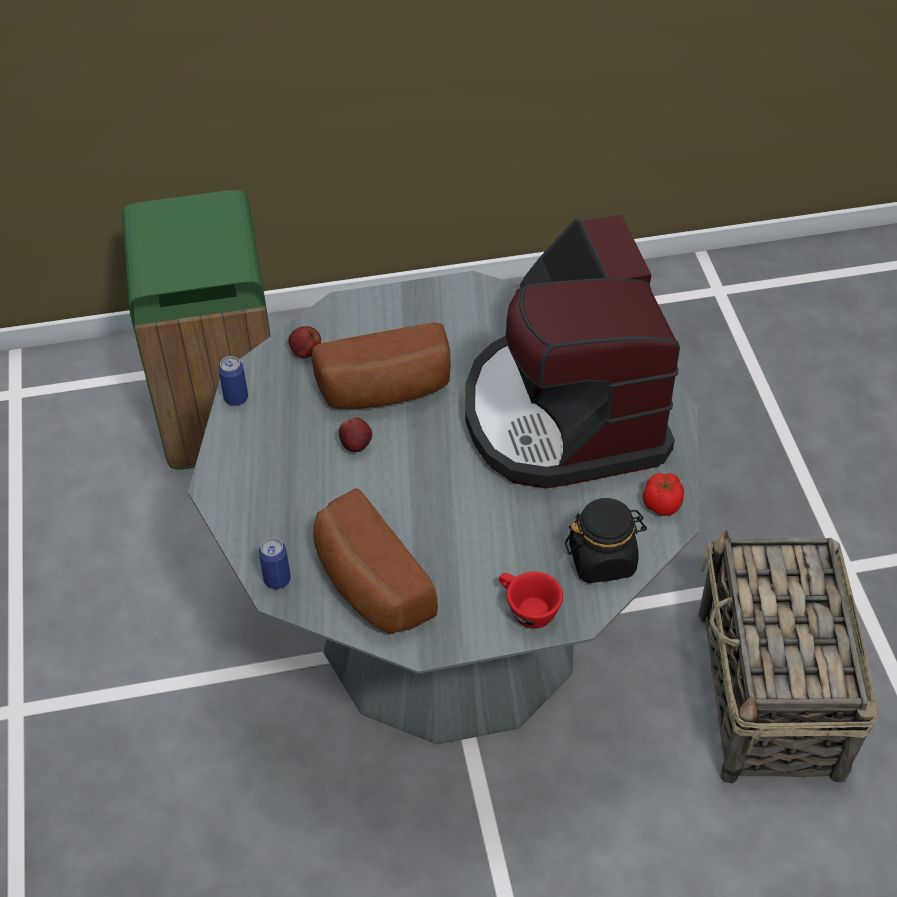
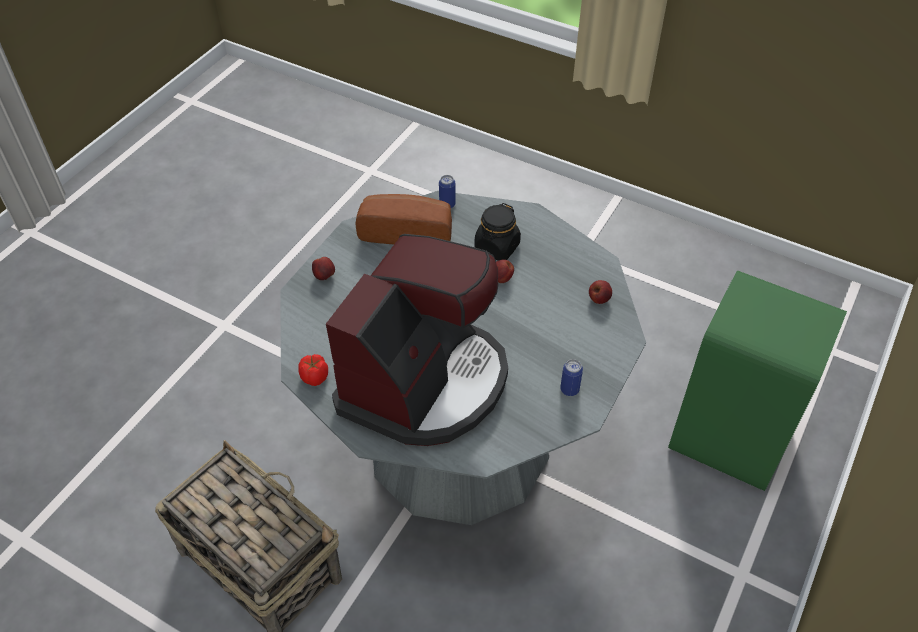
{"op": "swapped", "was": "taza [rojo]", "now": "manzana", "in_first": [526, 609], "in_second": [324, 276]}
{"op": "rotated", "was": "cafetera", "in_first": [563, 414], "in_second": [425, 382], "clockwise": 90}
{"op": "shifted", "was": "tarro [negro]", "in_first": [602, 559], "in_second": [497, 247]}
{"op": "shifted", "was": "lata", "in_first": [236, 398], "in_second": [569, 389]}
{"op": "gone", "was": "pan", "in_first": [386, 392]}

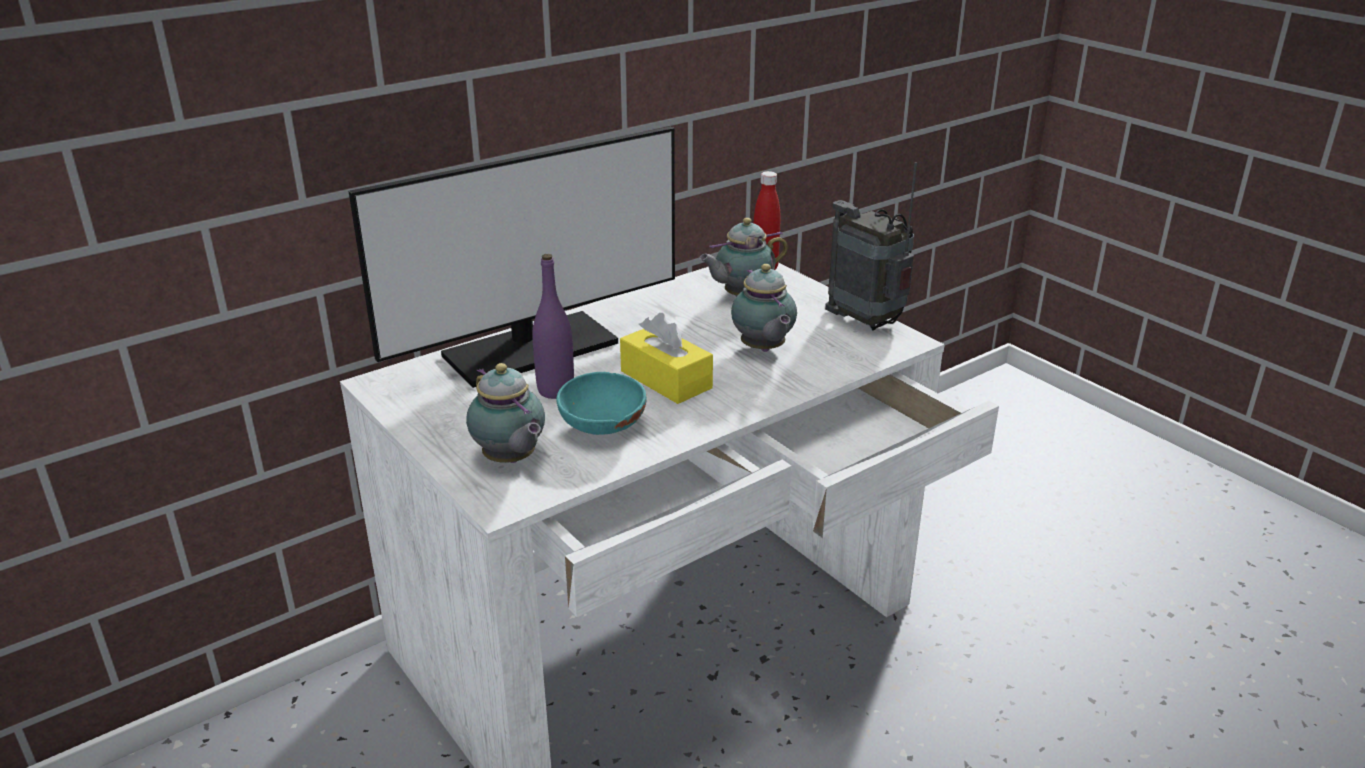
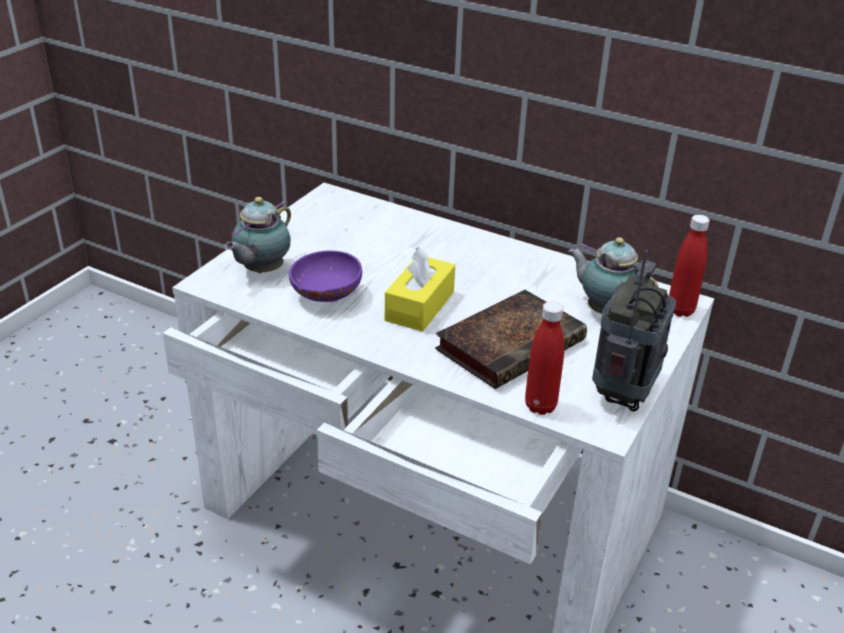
{"op": "repainted", "was": "cuenco [turquesa]", "now": "cuenco [morado]", "in_first": [601, 429], "in_second": [325, 296]}
{"op": "swapped", "was": "tetera", "now": "libro", "in_first": [763, 349], "in_second": [512, 343]}
{"op": "new", "now": "botella [rojo]", "in_second": [540, 406]}
{"op": "gone", "was": "monitor", "in_first": [530, 350]}
{"op": "gone", "was": "botella [morado]", "in_first": [555, 390]}

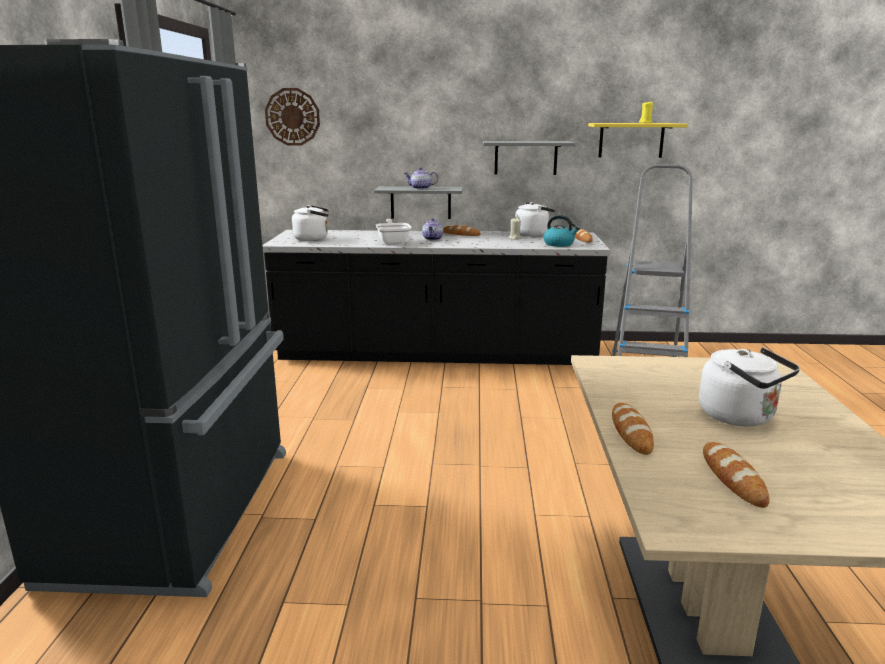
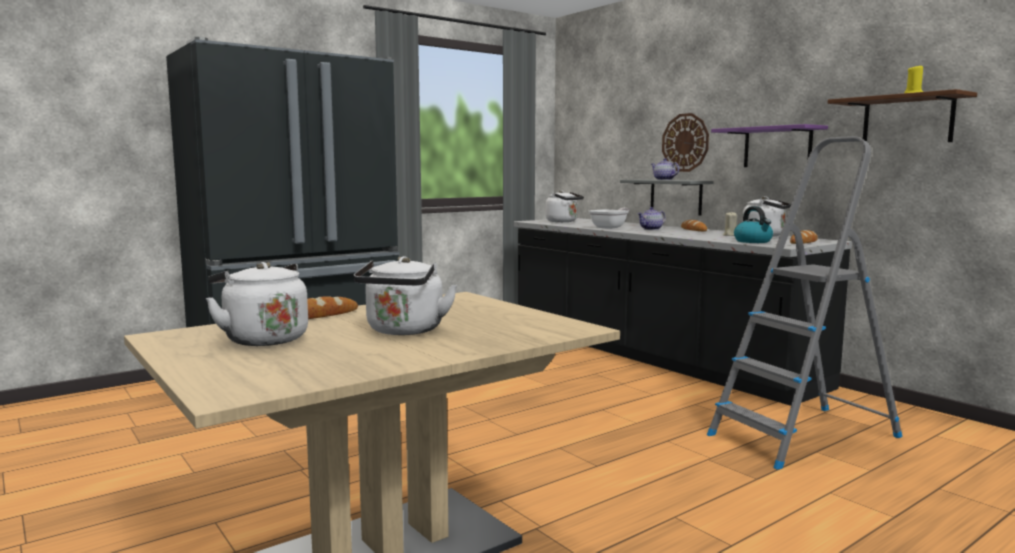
{"op": "swapped", "was": "pan", "now": "hervidor [blanco]", "in_first": [733, 478], "in_second": [263, 339]}
{"op": "shifted", "was": "reloj de pared", "in_first": [292, 117], "in_second": [685, 142]}
{"op": "repainted", "was": "estante [gris]", "now": "estante [morado]", "in_first": [525, 157], "in_second": [777, 147]}
{"op": "repainted", "was": "estante [amarillo]", "now": "estante [marrón]", "in_first": [631, 140], "in_second": [907, 120]}

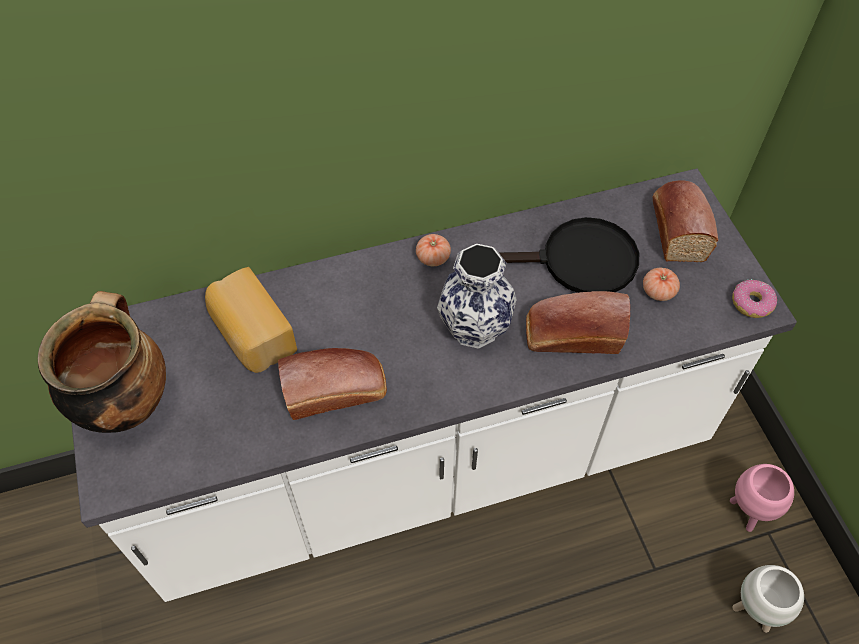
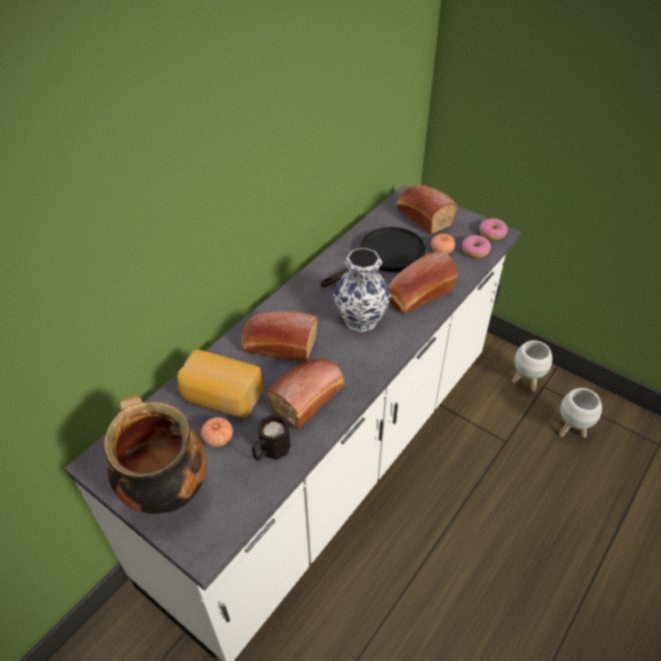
{"op": "shifted", "was": "tomate", "in_first": [433, 258], "in_second": [218, 438]}
{"op": "new", "now": "pan", "in_second": [278, 346]}
{"op": "new", "now": "taza grande [negro]", "in_second": [270, 451]}
{"op": "new", "now": "rosquilla", "in_second": [475, 250]}
{"op": "repainted", "was": "maceta [rosa]", "now": "maceta [blanco]", "in_first": [748, 512], "in_second": [525, 382]}

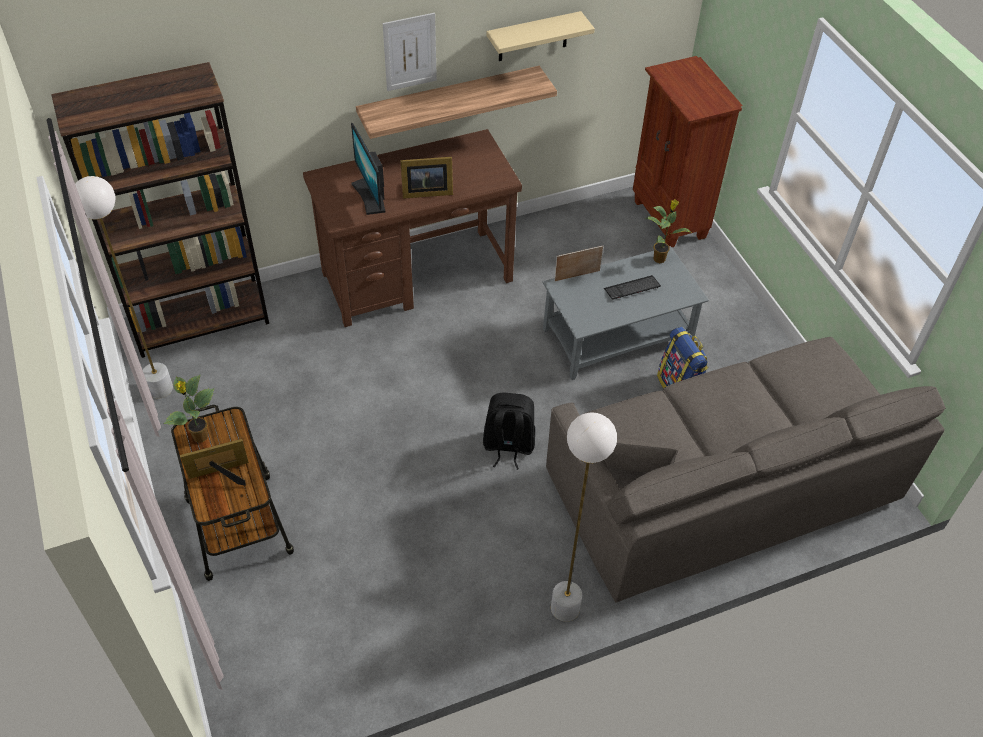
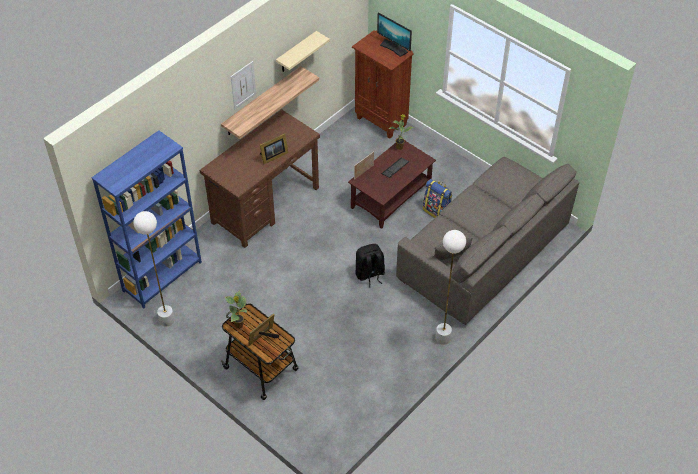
{"op": "repainted", "was": "estantería [marrón]", "now": "estantería [azul]", "in_first": [201, 322], "in_second": [162, 276]}
{"op": "repainted", "was": "mesa de centro [gris]", "now": "mesa de centro [marrón]", "in_first": [616, 337], "in_second": [391, 197]}
{"op": "shifted", "was": "monitor", "in_first": [370, 196], "in_second": [394, 48]}

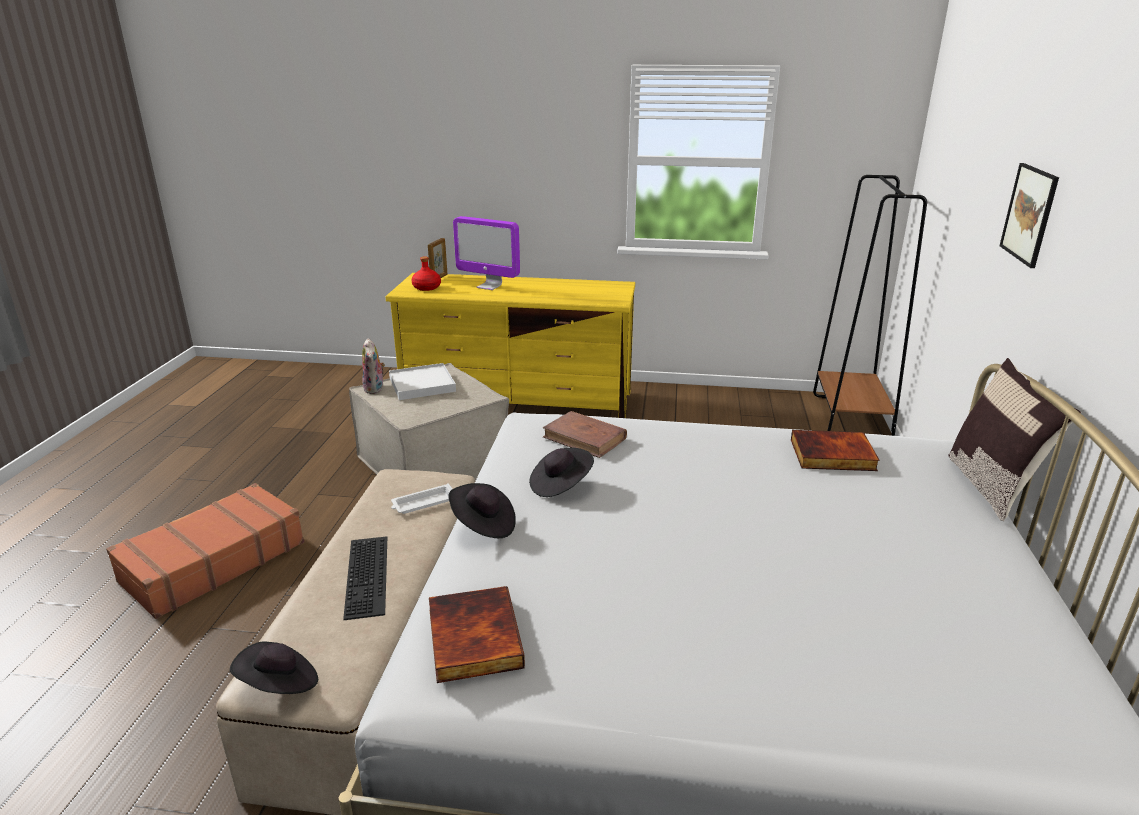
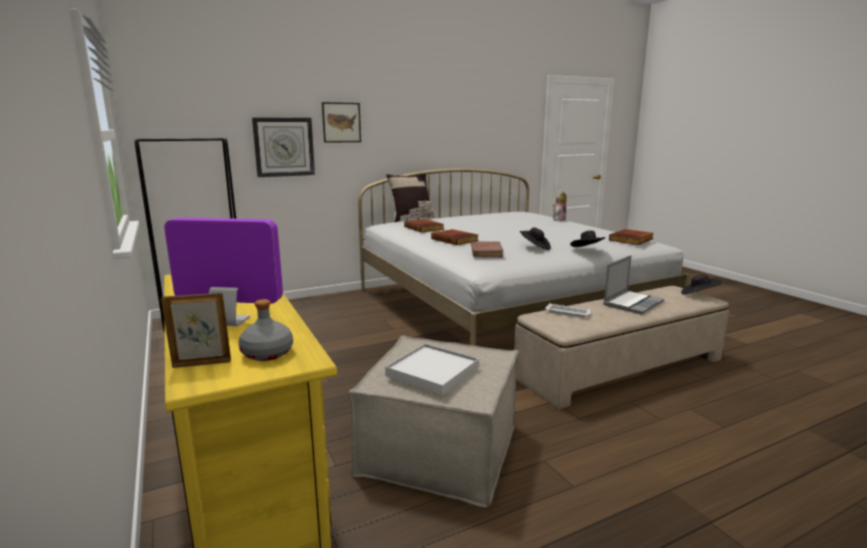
{"op": "rotated", "was": "monitor", "in_first": [489, 286], "in_second": [230, 322], "clockwise": -75}
{"op": "repainted", "was": "botella [rojo]", "now": "botella [gris]", "in_first": [426, 287], "in_second": [266, 353]}
{"op": "new", "now": "reloj de pared", "in_second": [284, 147]}
{"op": "new", "now": "libro", "in_second": [455, 239]}
{"op": "shifted", "was": "peluche", "in_first": [375, 389], "in_second": [558, 220]}
{"op": "swapped", "was": "teclado", "now": "portátil", "in_first": [369, 576], "in_second": [632, 303]}
{"op": "gone", "was": "maleta [marrón]", "in_first": [213, 562]}

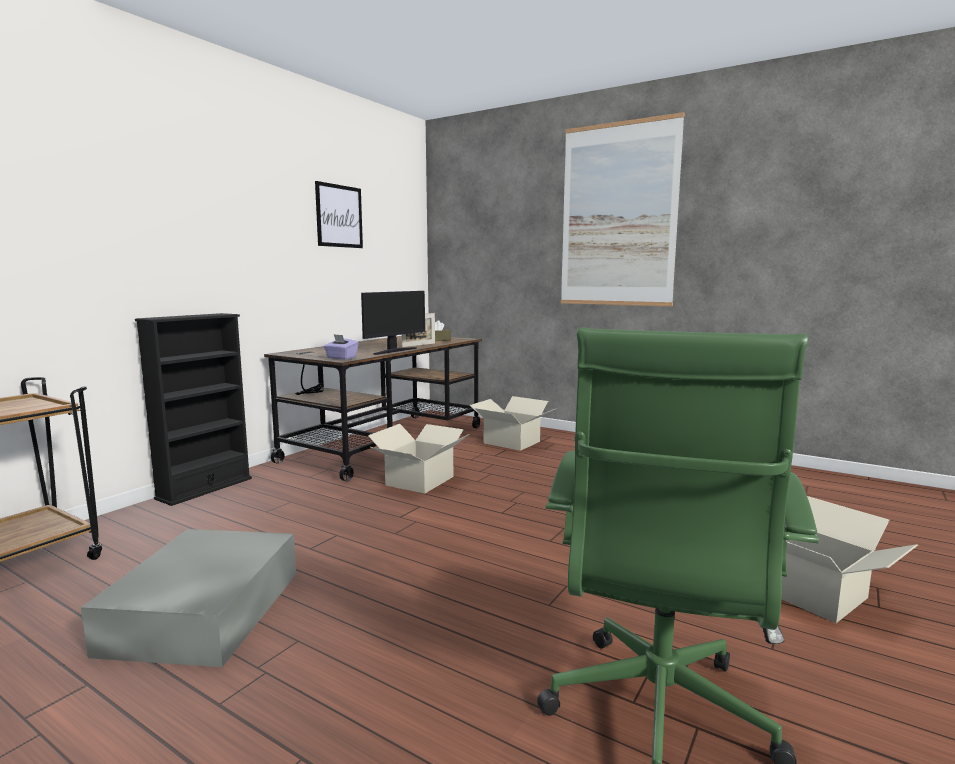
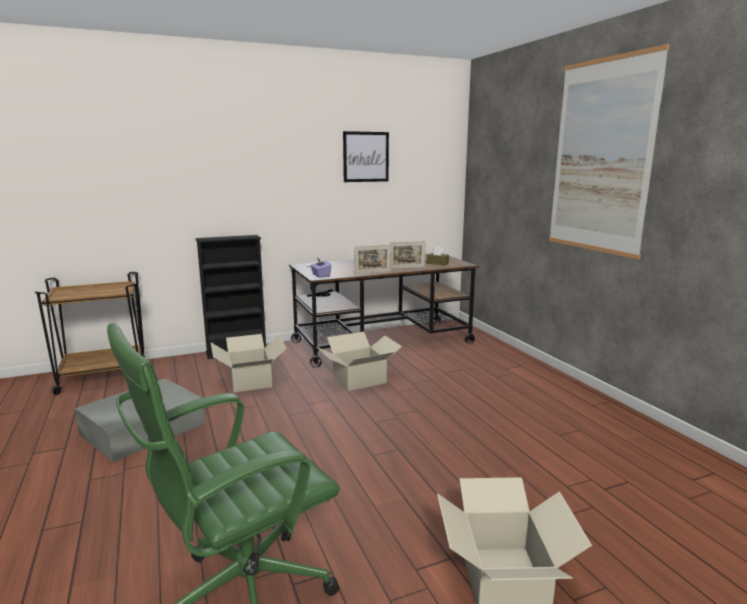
{"op": "shifted", "was": "caja de cartón", "in_first": [511, 442], "in_second": [250, 381]}
{"op": "swapped", "was": "monitor", "now": "portarretratos", "in_first": [394, 351], "in_second": [372, 272]}

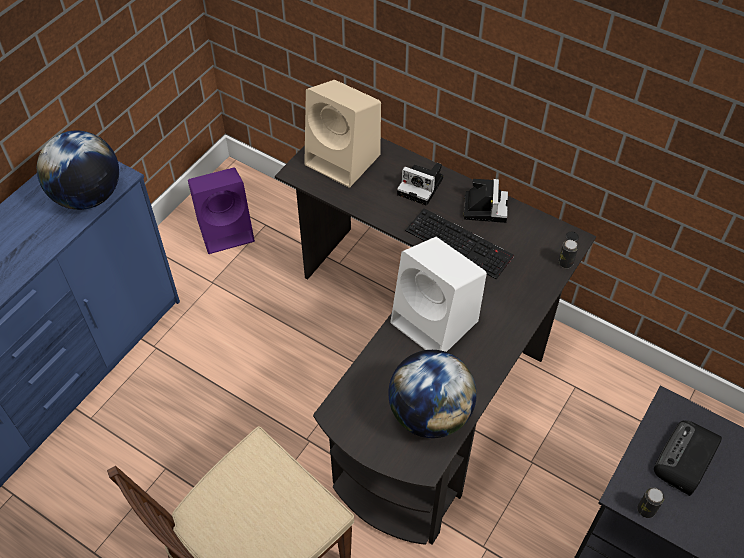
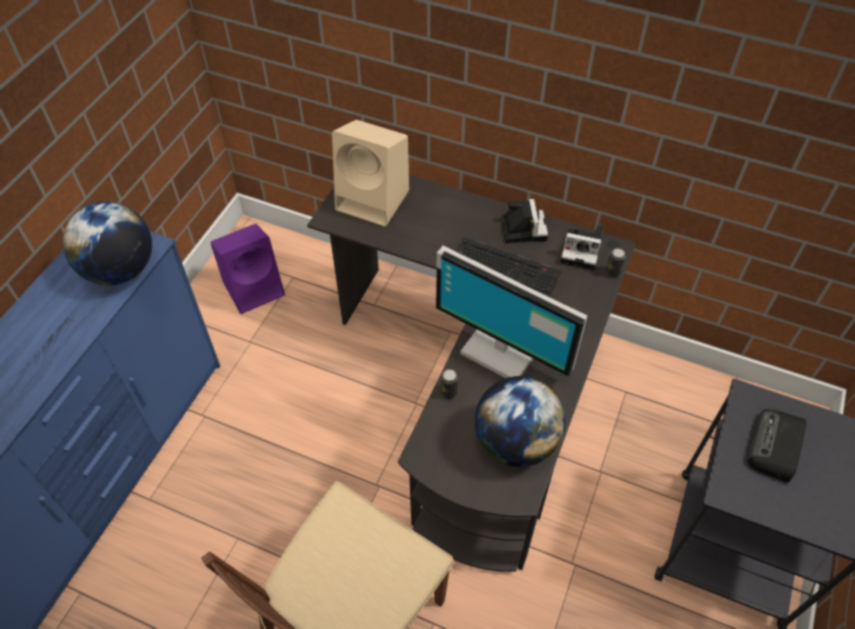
{"op": "swapped", "was": "altavoz [blanco]", "now": "monitor", "in_first": [436, 323], "in_second": [501, 349]}
{"op": "shifted", "was": "lata", "in_first": [646, 509], "in_second": [448, 392]}
{"op": "shifted", "was": "cámara", "in_first": [422, 186], "in_second": [583, 250]}

